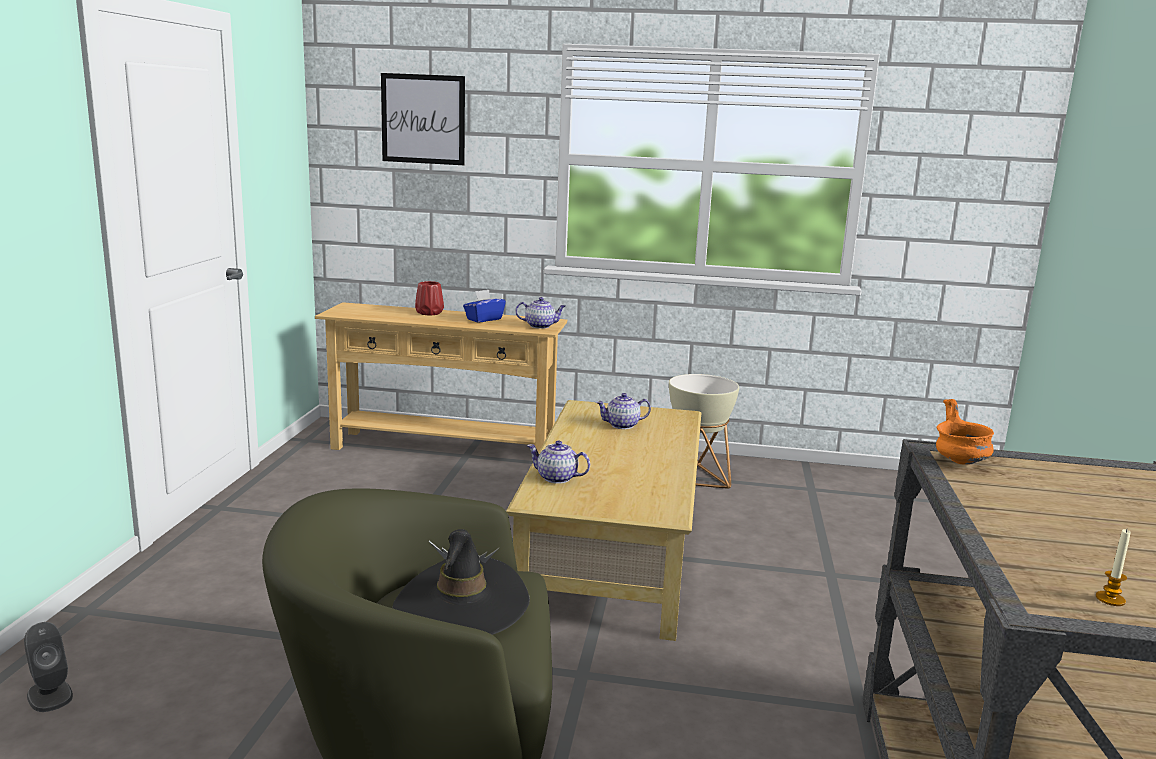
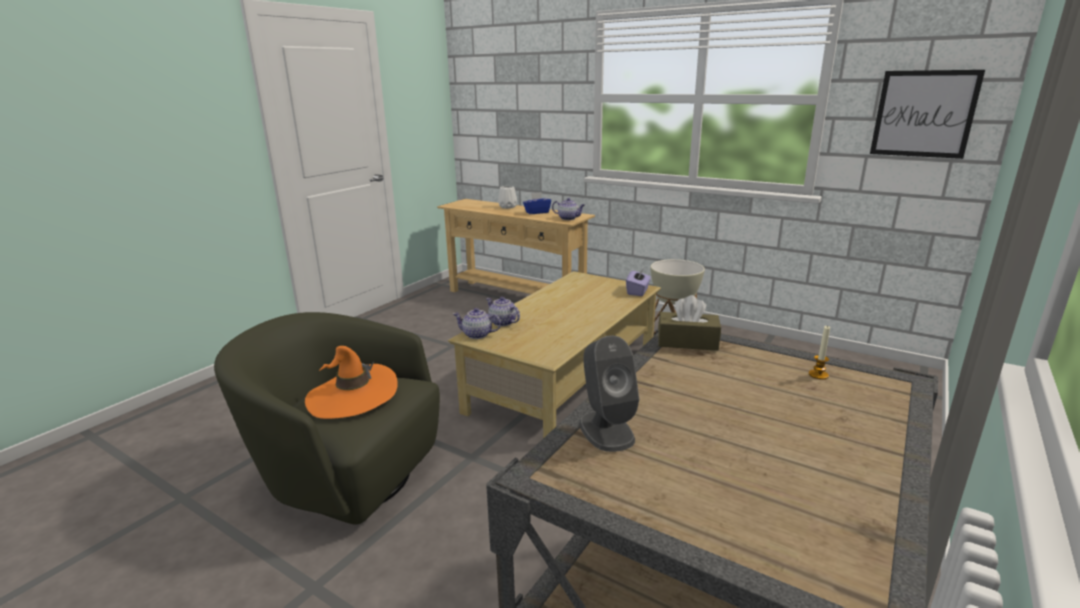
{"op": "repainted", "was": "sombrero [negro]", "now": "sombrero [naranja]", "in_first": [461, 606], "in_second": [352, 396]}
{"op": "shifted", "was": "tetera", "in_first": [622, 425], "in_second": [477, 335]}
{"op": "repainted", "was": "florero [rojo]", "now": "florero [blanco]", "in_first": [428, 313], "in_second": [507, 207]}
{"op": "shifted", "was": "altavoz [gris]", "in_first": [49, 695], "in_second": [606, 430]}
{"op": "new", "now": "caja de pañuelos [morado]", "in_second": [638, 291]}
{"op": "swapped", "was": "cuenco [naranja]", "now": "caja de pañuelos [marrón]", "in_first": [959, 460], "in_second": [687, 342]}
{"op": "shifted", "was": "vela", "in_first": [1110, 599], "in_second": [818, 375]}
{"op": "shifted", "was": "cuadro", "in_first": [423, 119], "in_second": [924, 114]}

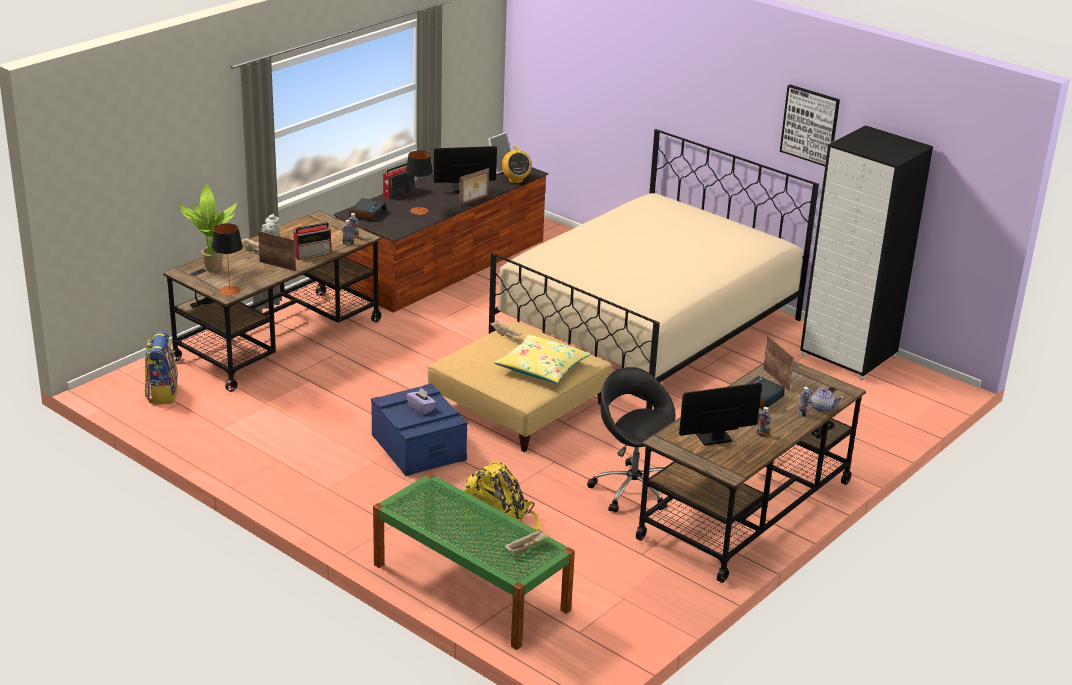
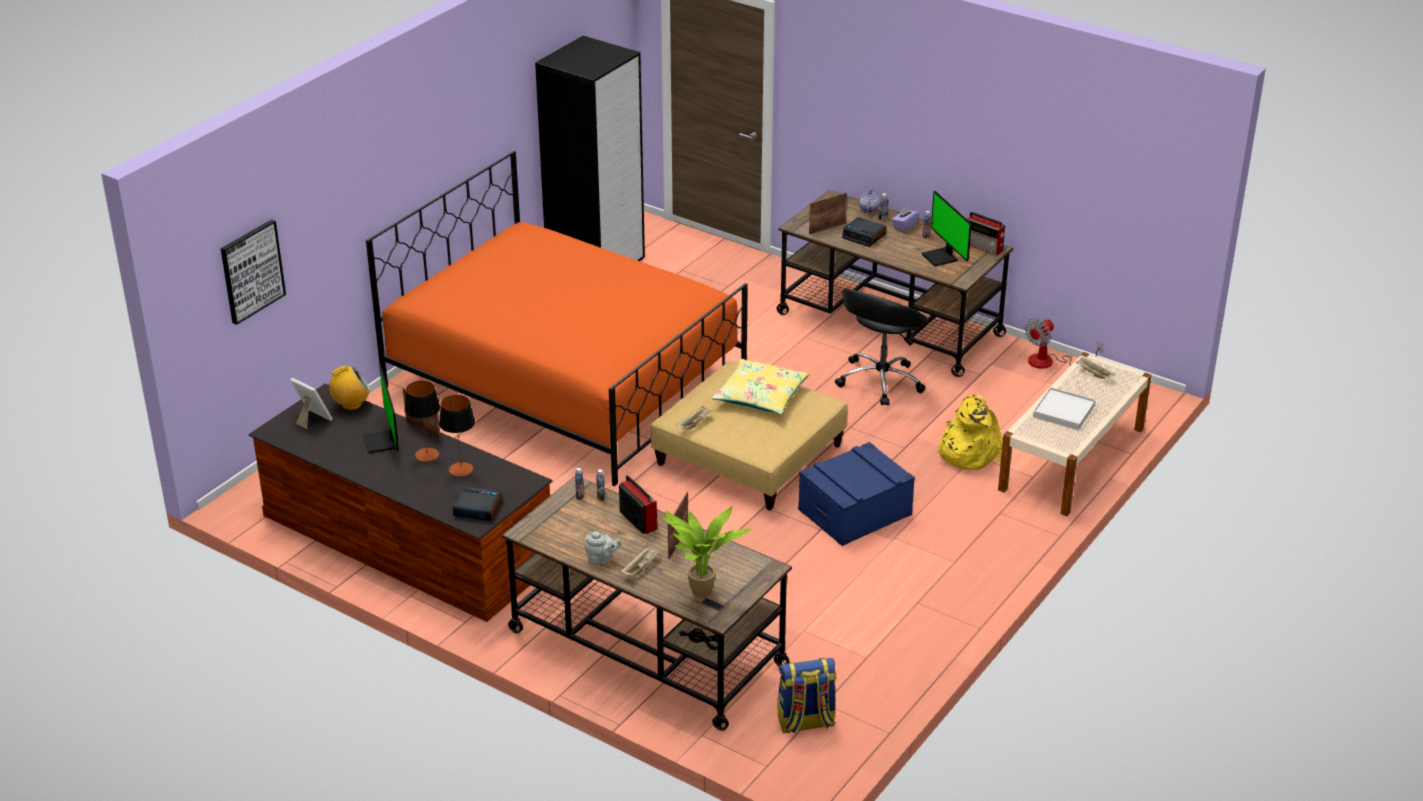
{"op": "shifted", "was": "cuadro", "in_first": [810, 125], "in_second": [251, 271]}
{"op": "repainted", "was": "cama [beis]", "now": "cama [naranja]", "in_first": [648, 330], "in_second": [564, 382]}
{"op": "shifted", "was": "lámpara de mesa", "in_first": [230, 291], "in_second": [427, 454]}
{"op": "shifted", "was": "caja de pañuelos [morado]", "in_first": [421, 408], "in_second": [905, 226]}
{"op": "shifted", "was": "radio", "in_first": [398, 194], "in_second": [984, 247]}
{"op": "repainted", "was": "banco [verde]", "now": "banco [beis]", "in_first": [470, 587], "in_second": [1072, 459]}
{"op": "new", "now": "ventilador", "in_second": [1050, 362]}
{"op": "new", "now": "bandeja [blanco]", "in_second": [1063, 411]}

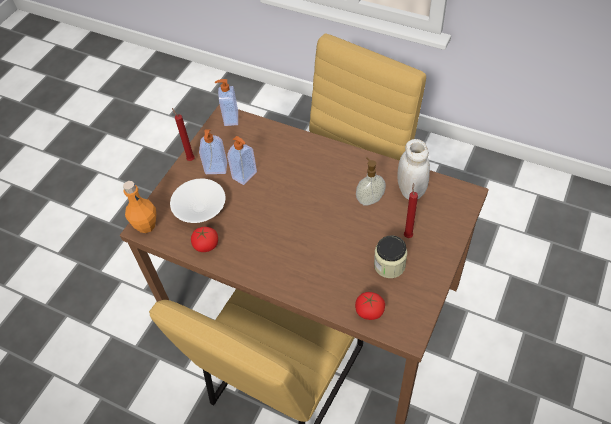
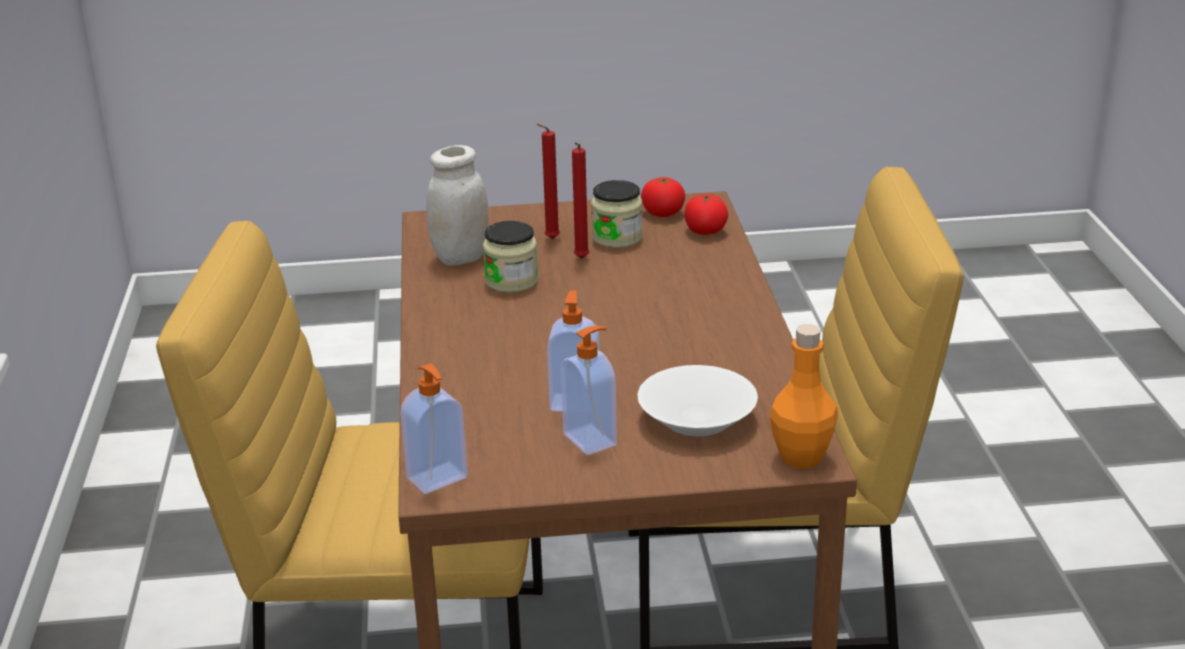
{"op": "swapped", "was": "dispensador de jabón", "now": "tarro", "in_first": [369, 199], "in_second": [511, 281]}
{"op": "shifted", "was": "vela [rojo]", "in_first": [190, 159], "in_second": [580, 259]}
{"op": "shifted", "was": "tomate", "in_first": [206, 245], "in_second": [662, 213]}

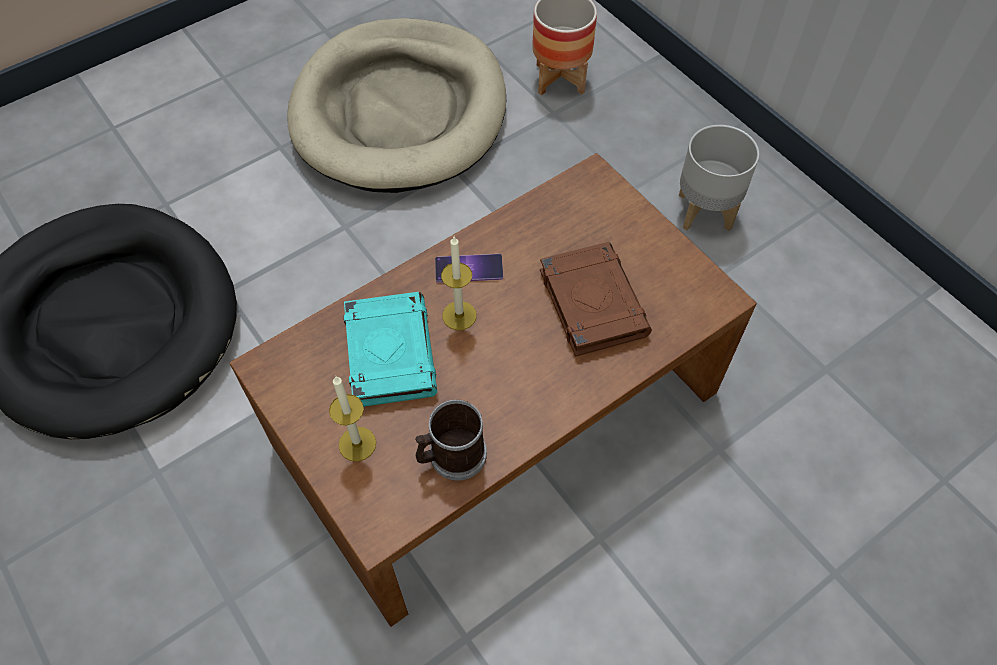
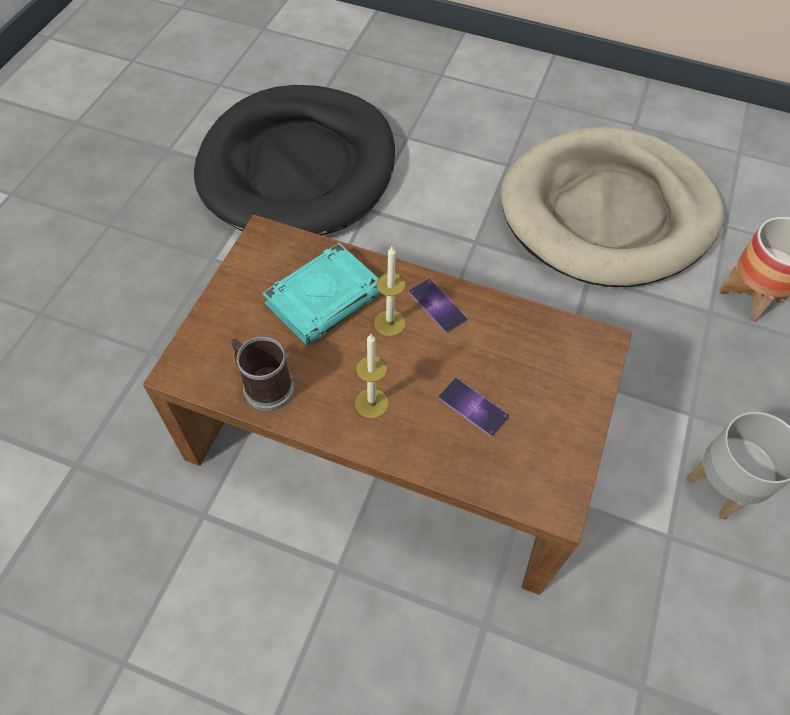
{"op": "shifted", "was": "vela", "in_first": [357, 444], "in_second": [371, 403]}
{"op": "swapped", "was": "libro [marrón]", "now": "móvil", "in_first": [591, 302], "in_second": [473, 407]}

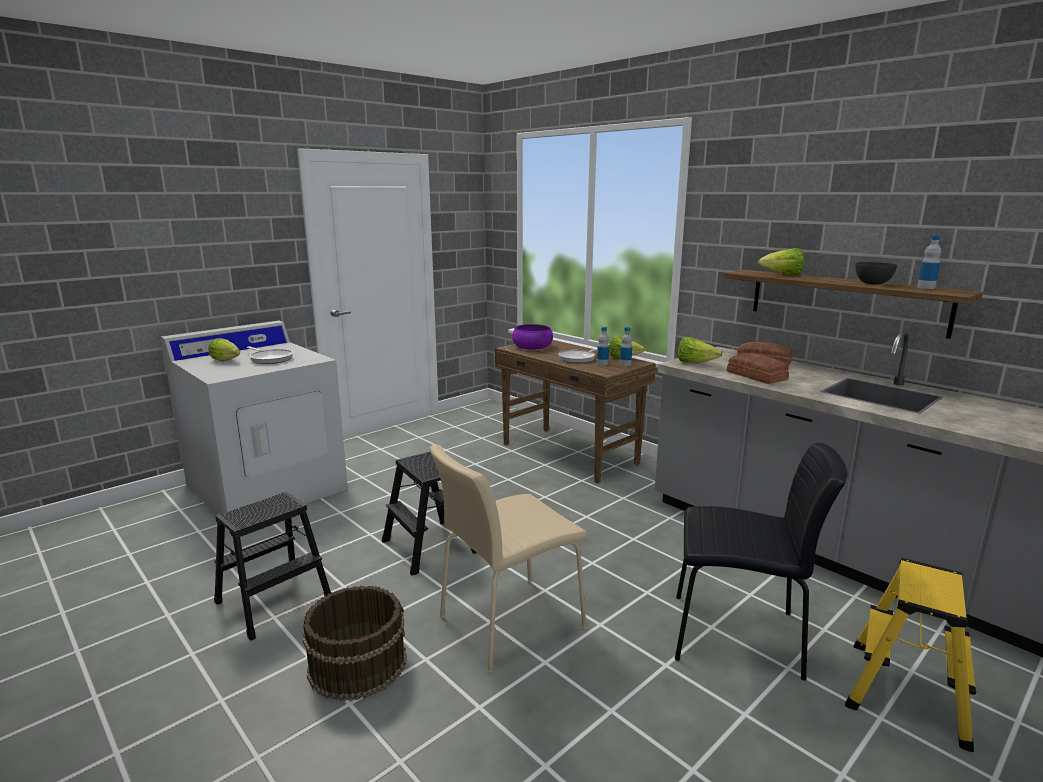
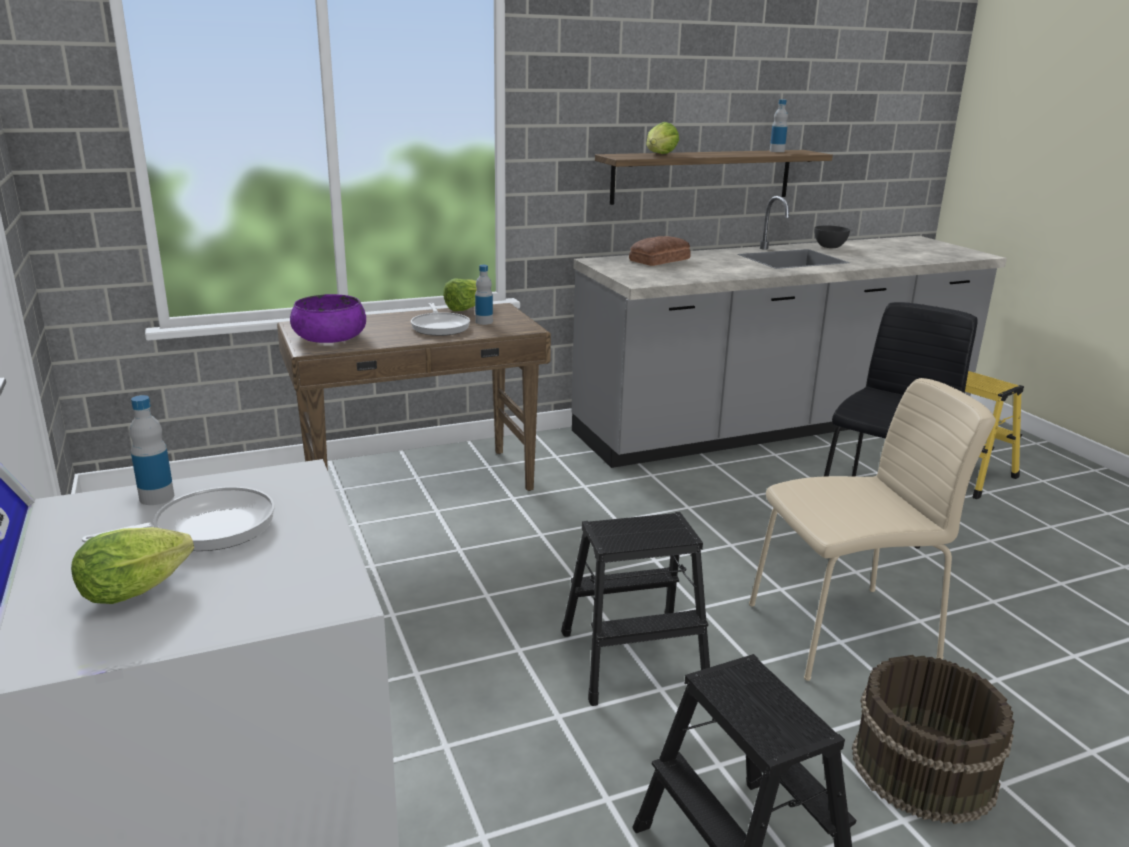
{"op": "shifted", "was": "botella", "in_first": [625, 364], "in_second": [157, 497]}
{"op": "rotated", "was": "silla [beis]", "in_first": [507, 624], "in_second": [848, 630], "clockwise": -90}
{"op": "shifted", "was": "cuenco [gris]", "in_first": [873, 283], "in_second": [829, 247]}
{"op": "gone", "was": "lechuga", "in_first": [695, 363]}
{"op": "gone", "was": "pan", "in_first": [756, 376]}

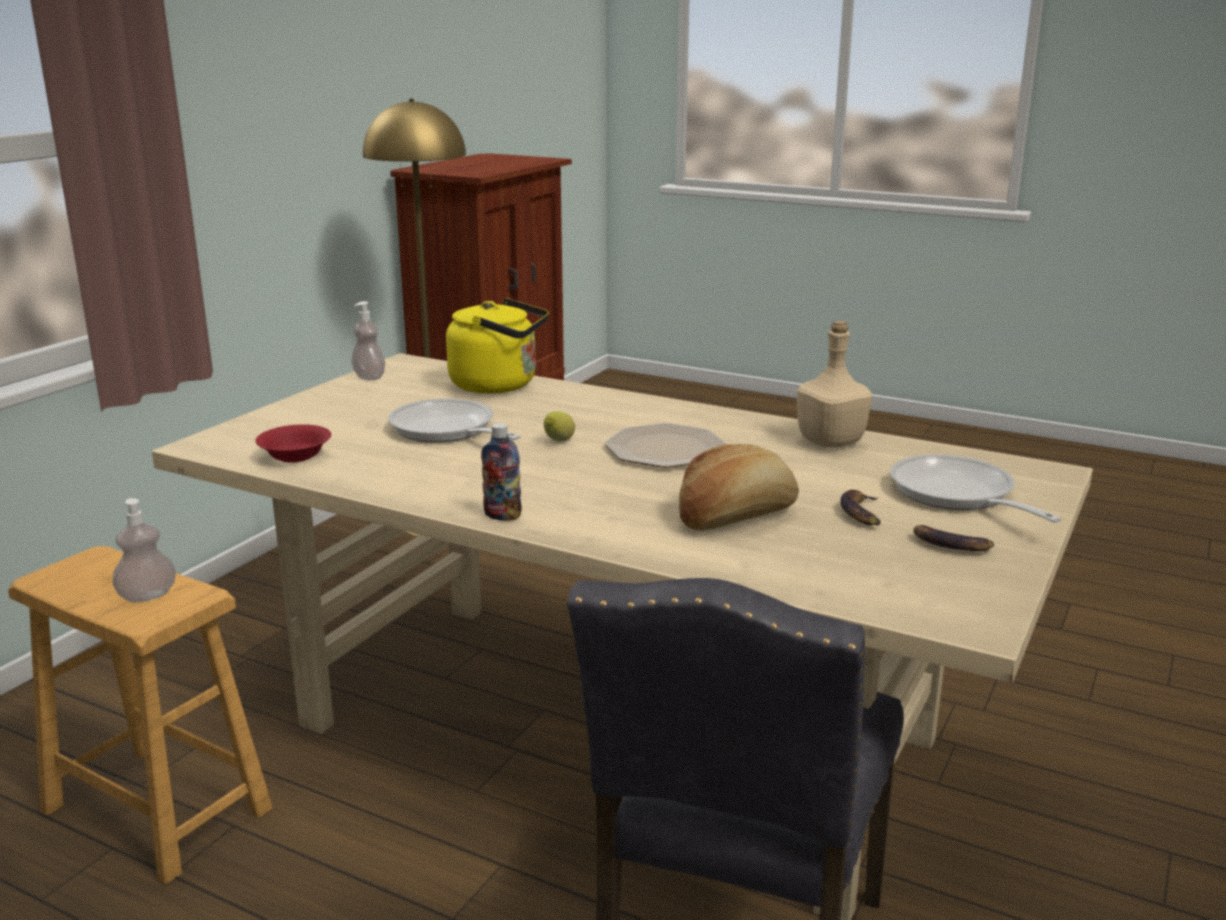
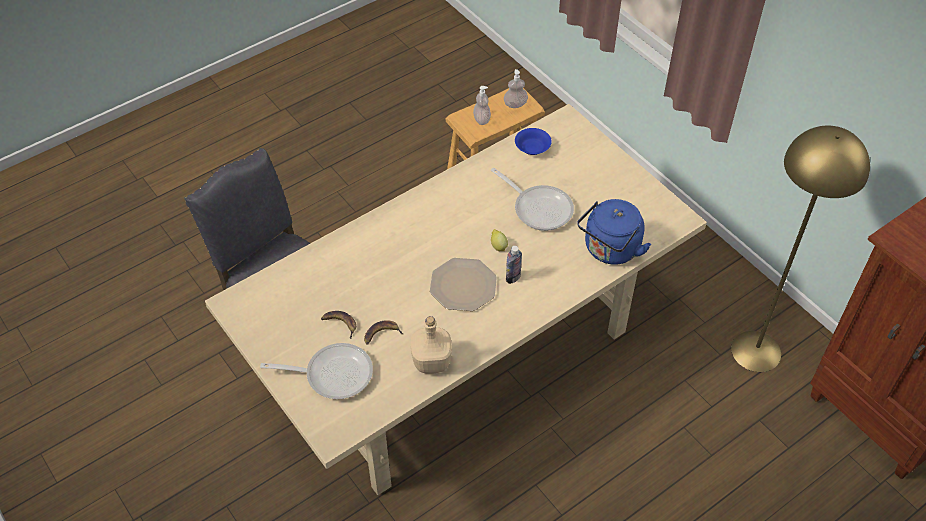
{"op": "shifted", "was": "plátano", "in_first": [949, 544], "in_second": [381, 334]}
{"op": "rotated", "was": "sartén", "in_first": [447, 431], "in_second": [539, 208], "clockwise": 60}
{"op": "shifted", "was": "dispensador de jabón", "in_first": [369, 377], "in_second": [515, 104]}
{"op": "shifted", "was": "botella", "in_first": [502, 515], "in_second": [513, 278]}
{"op": "repainted", "was": "cuenco [rojo]", "now": "cuenco [azul]", "in_first": [296, 456], "in_second": [532, 148]}
{"op": "repainted", "was": "hervidor [amarillo]", "now": "hervidor [azul]", "in_first": [499, 385], "in_second": [610, 250]}
{"op": "gone", "was": "pan", "in_first": [736, 516]}

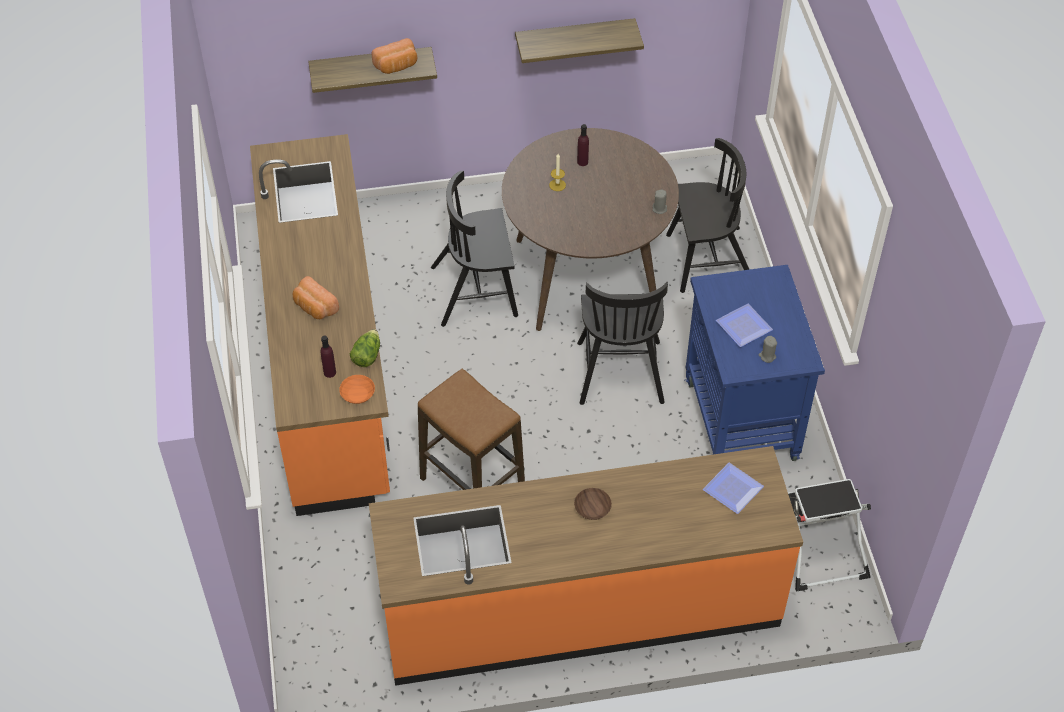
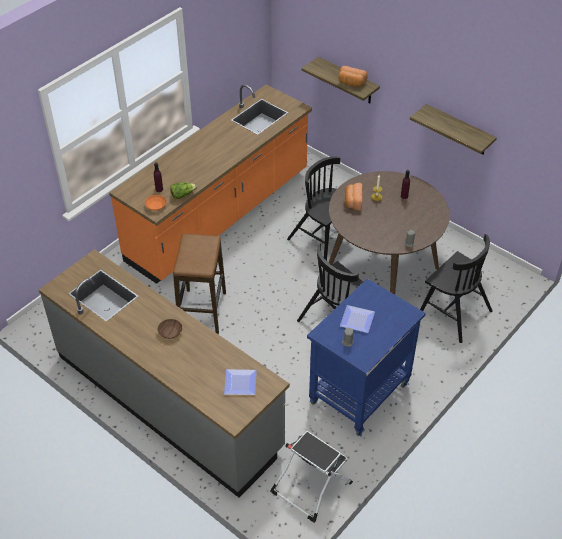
{"op": "repainted", "was": "mueble bajo de cocina [naranja]", "now": "mueble bajo de cocina [gris]", "in_first": [580, 609], "in_second": [168, 401]}
{"op": "shifted", "was": "pan", "in_first": [314, 307], "in_second": [353, 201]}

